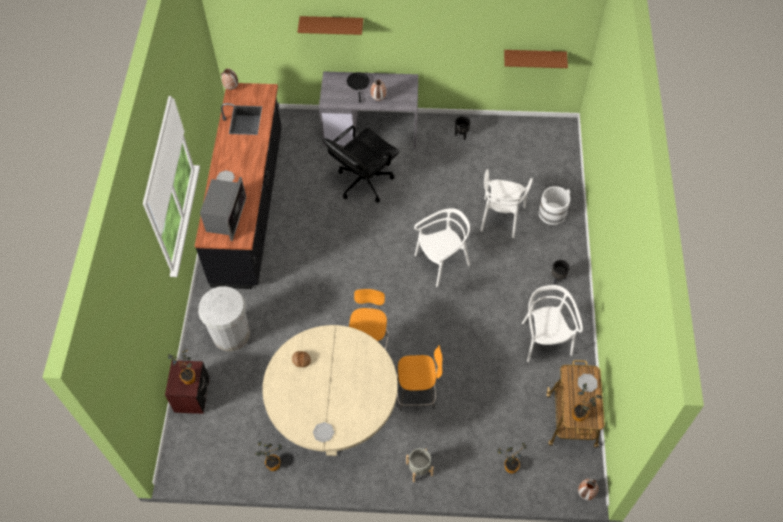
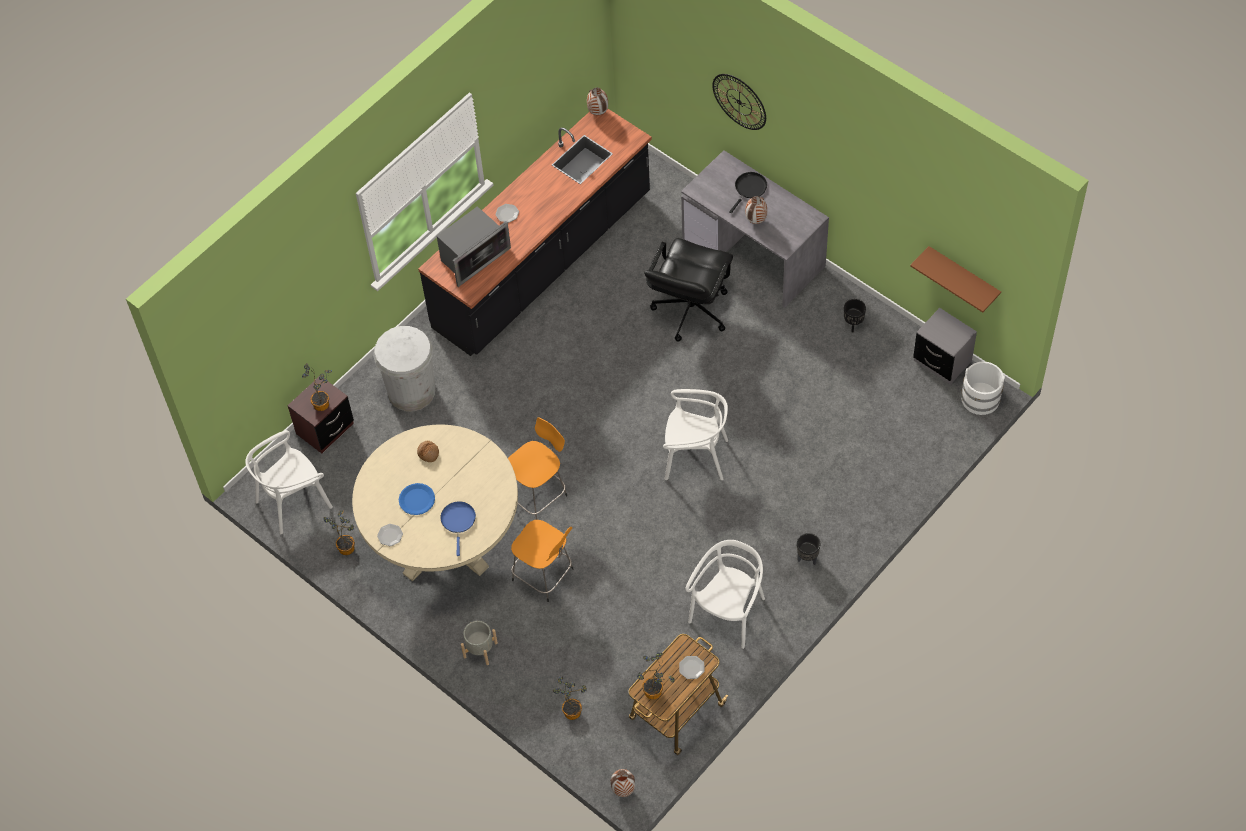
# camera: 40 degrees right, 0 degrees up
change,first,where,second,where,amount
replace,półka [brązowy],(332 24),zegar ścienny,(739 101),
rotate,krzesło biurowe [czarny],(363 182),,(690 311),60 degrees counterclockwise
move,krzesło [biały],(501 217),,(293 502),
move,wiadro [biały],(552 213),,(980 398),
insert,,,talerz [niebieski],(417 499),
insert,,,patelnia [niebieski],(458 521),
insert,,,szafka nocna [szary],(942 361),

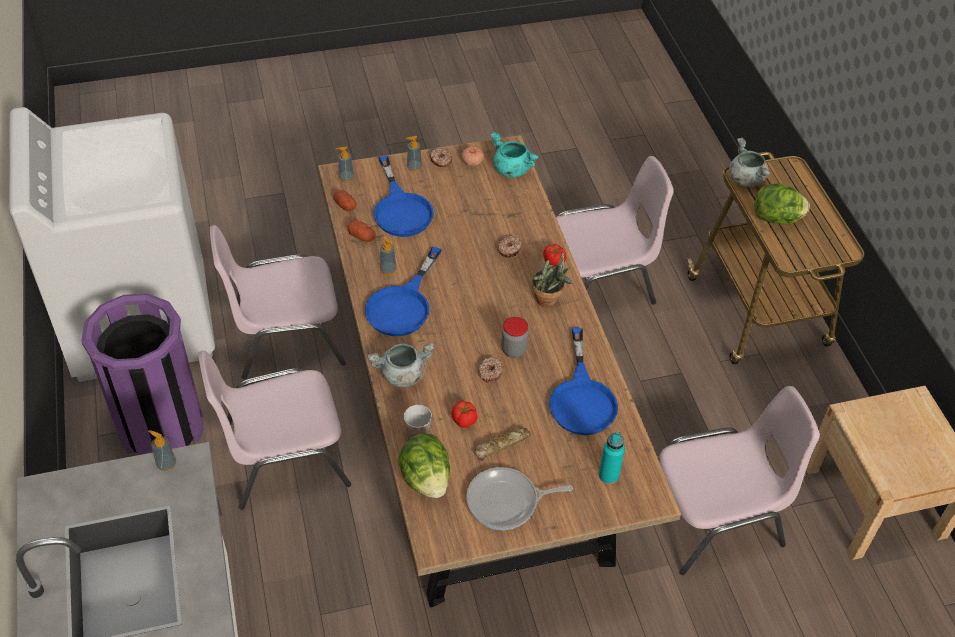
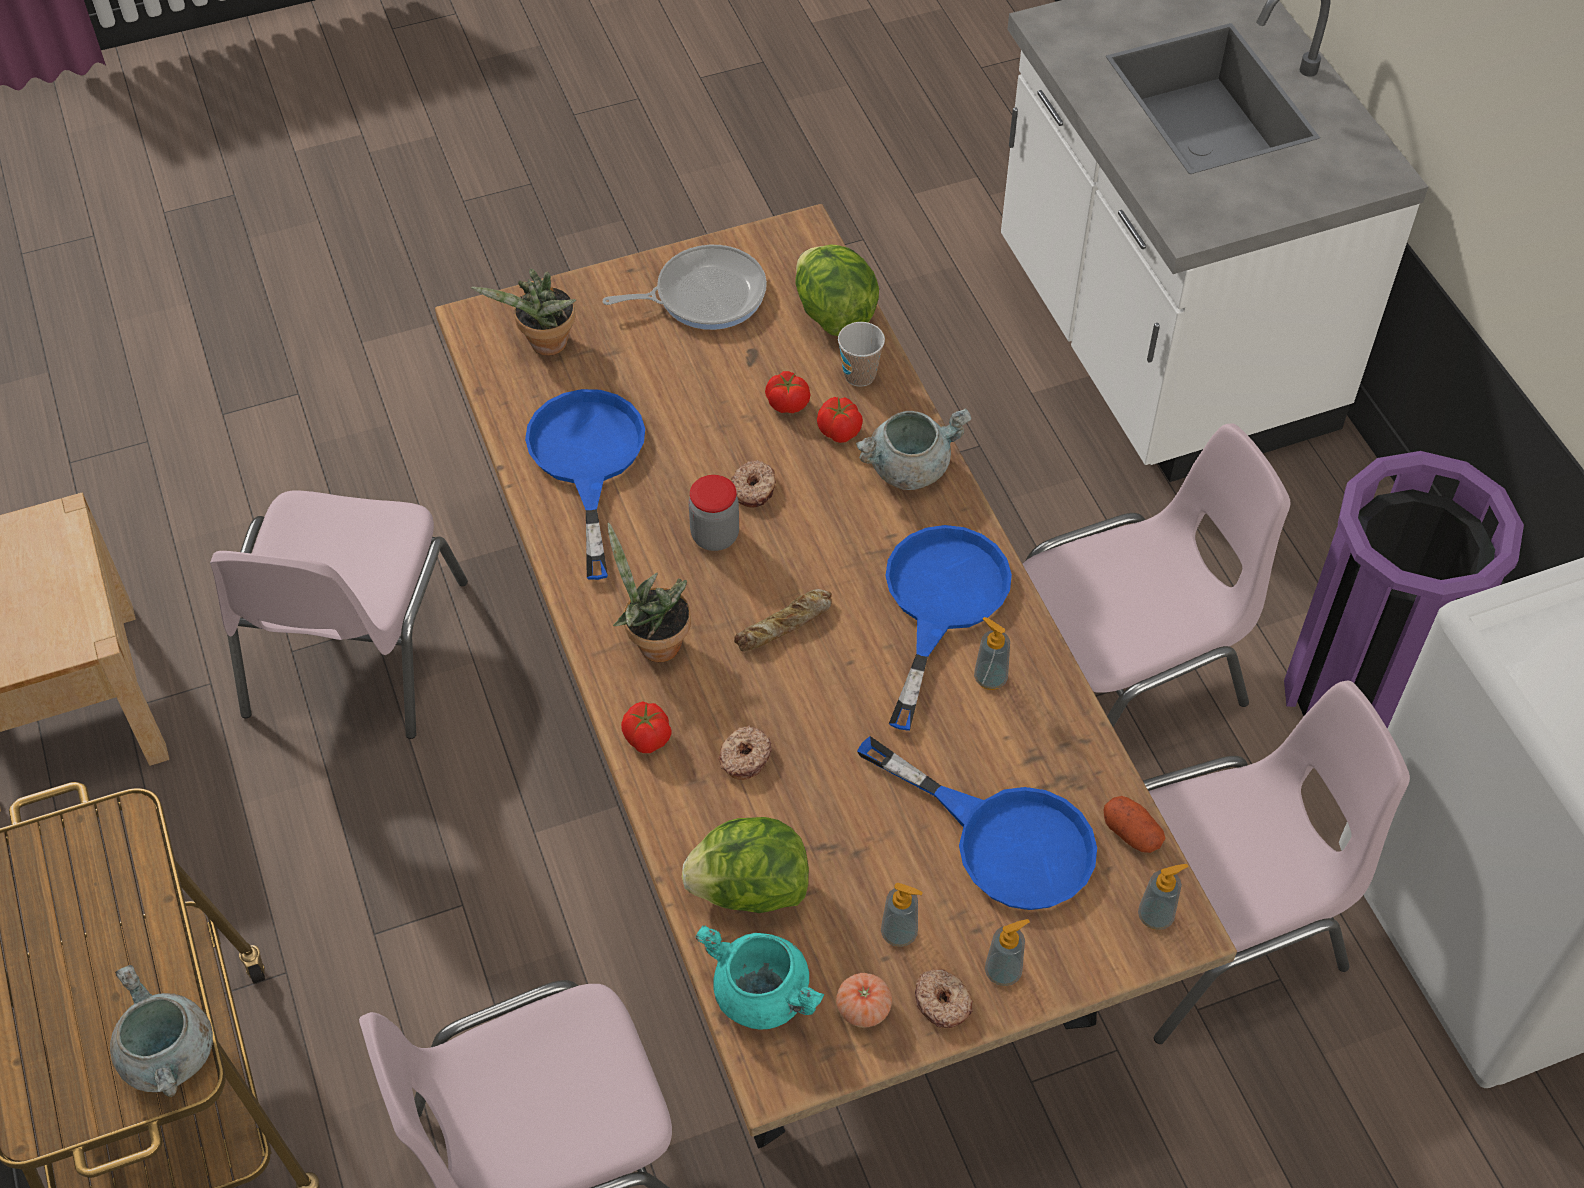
# camera: 175 degrees right, 5 degrees up
change,first,where,second,where,amount
move,dozownik mydła,(166 464),,(899 933),
delete,ziemniak,(362 236),,,
rotate,patelnia [niebieski],(401 209),,(1003 838),150 degrees clockwise
move,chleb,(501 444),,(785 625),
replace,butelka [turkusowy],(608 475),roślina doniczkowa,(545 346),
rotate,krzesło [różowy],(715 516),,(351 651),60 degrees counterclockwise
move,sałata,(777 219),,(749 889),
insert,,,pomidor,(839 432),

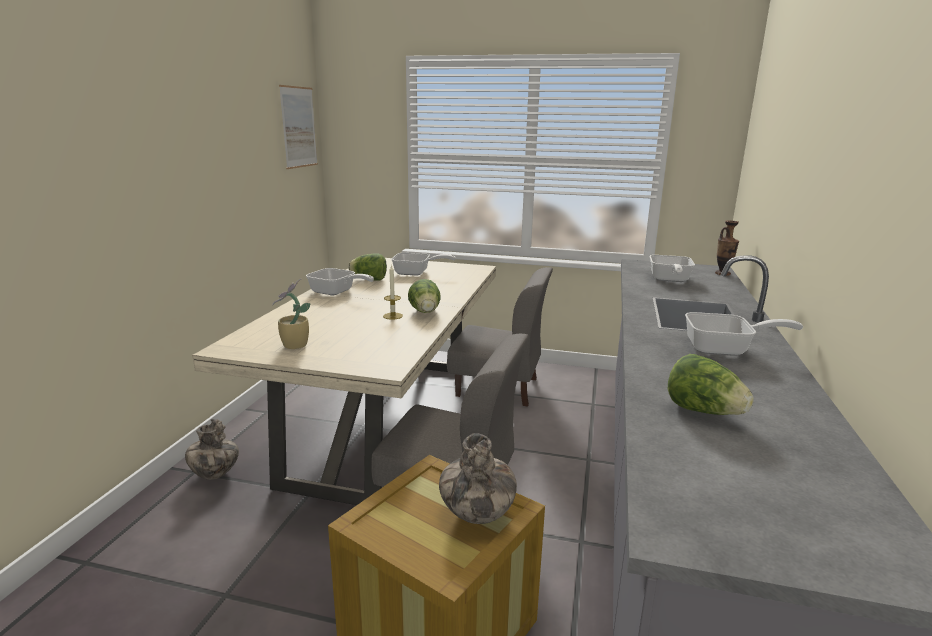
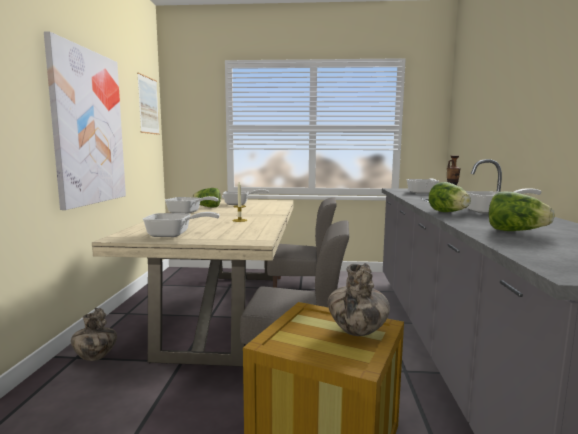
# camera: 10 degrees left, 10 degrees down
change,first,where,second,where,amount
replace,roślina doniczkowa,(294 346),patelnia,(174 235),
move,sałata,(425 312),,(448 212),
insert,,,obraz,(88 128),

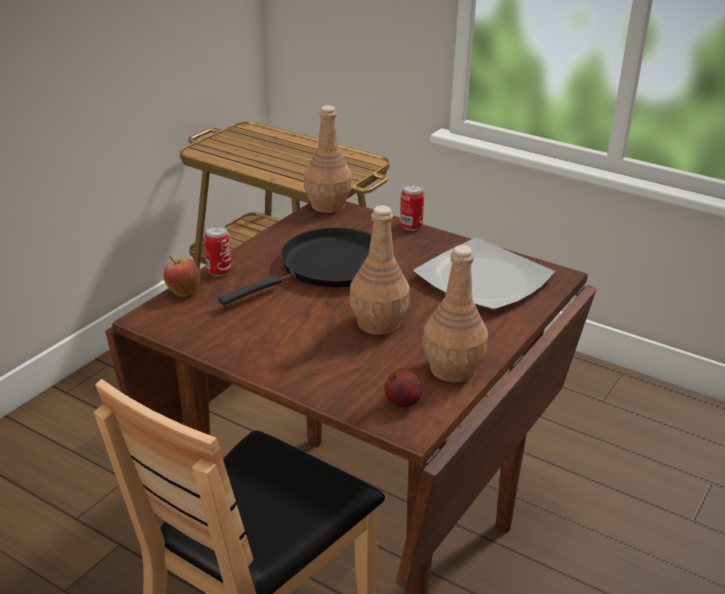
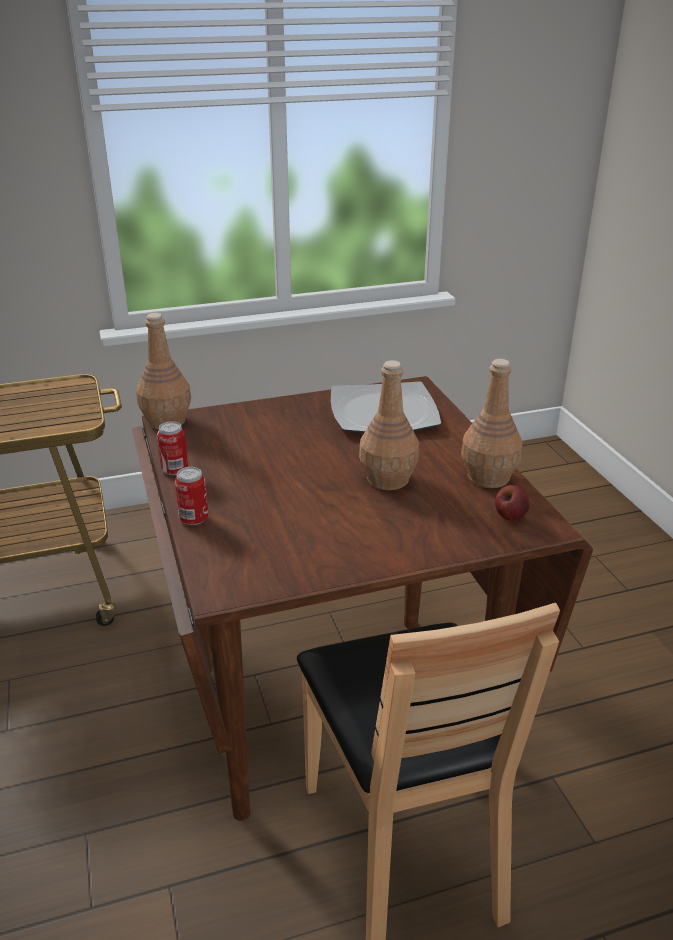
# camera: 50 degrees left, 0 degrees up
change,first,where,second,where,amount
delete,jabłko,(183 292),,,
delete,patelnia [czarny],(329 268),,,
move,puszka,(411 226),,(175 470),

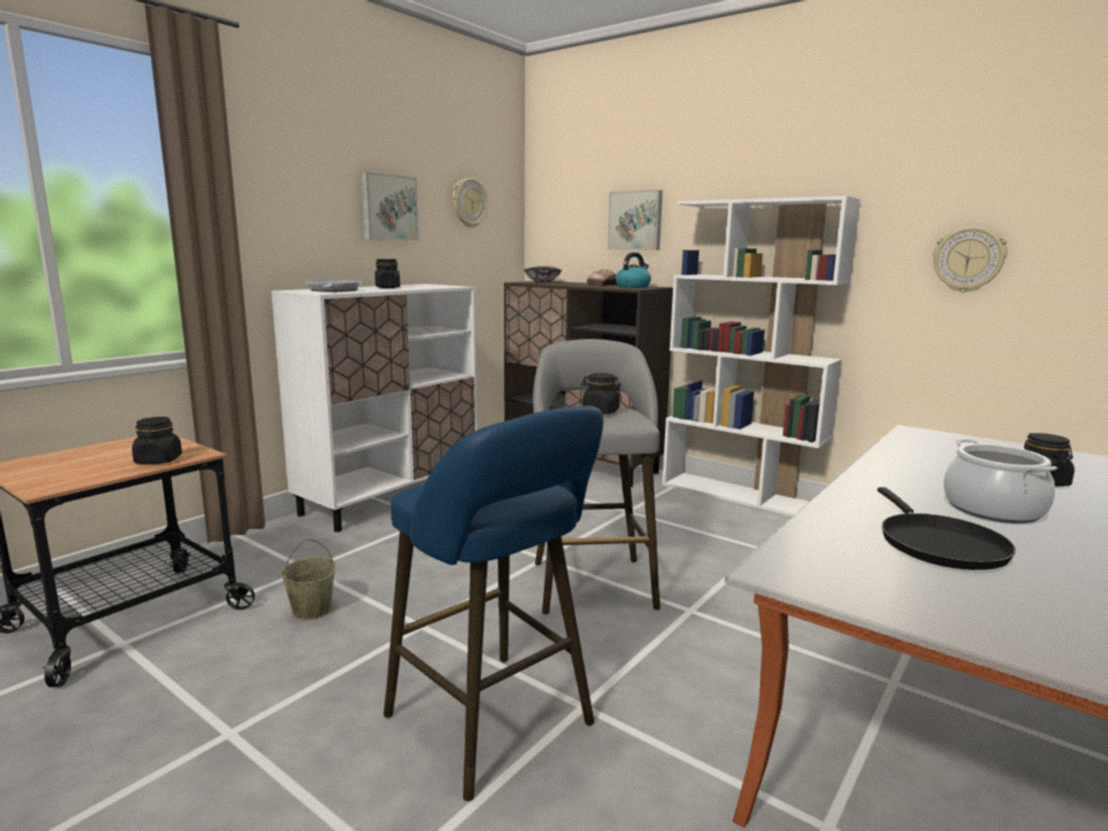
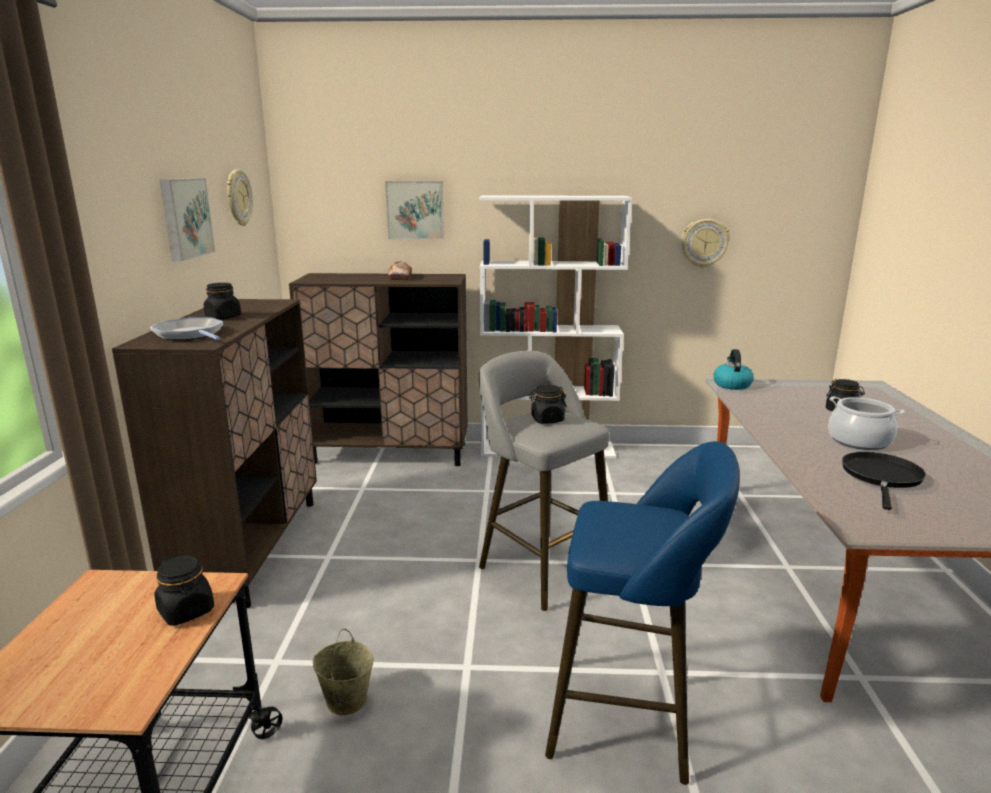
# camera: 35 degrees left, 5 degrees up
change,first,where,second,where,amount
recolor,szafka [biały],(391 497),szafka [brązowy],(251 547),
delete,miska,(543 282),,,
move,czajnik,(633 287),,(731 384),
rotate,patelnia [czarny],(937 544),,(881 477),120 degrees counterclockwise

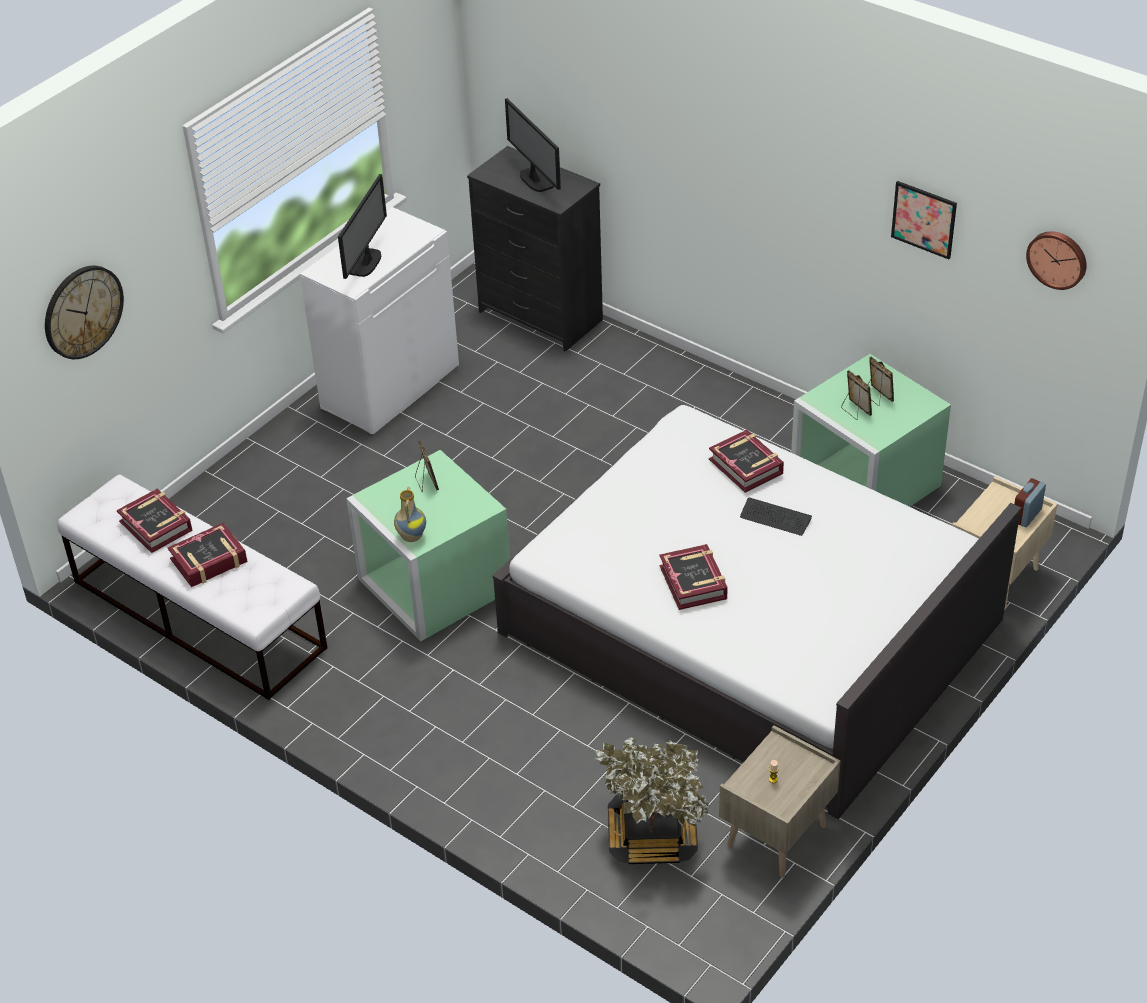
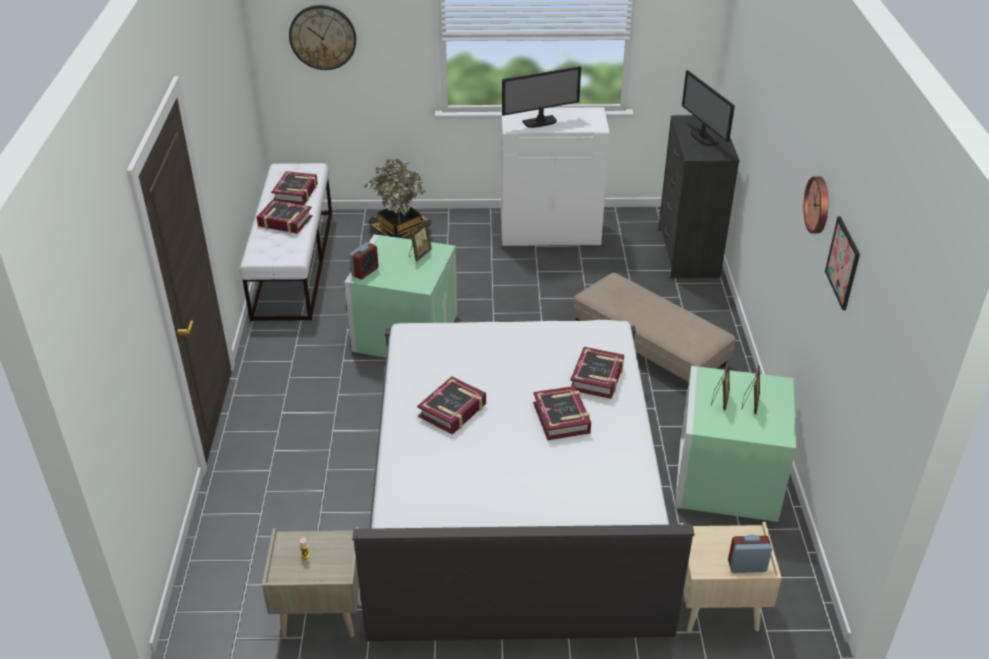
# camera: 50 degrees right, 5 degrees down
change,first,where,second,where,amount
replace,wazon,(411 536),budzik,(365 272),
rotate,monitor,(534 180),,(703 138),45 degrees counterclockwise
move,roślina doniczkowa,(652 837),,(399 230),
replace,klawiatura,(775 518),książka,(562 418),
move,zegar ścienny,(1058 258),,(819 205),
insert,,,pufa [beżowy],(649 344),

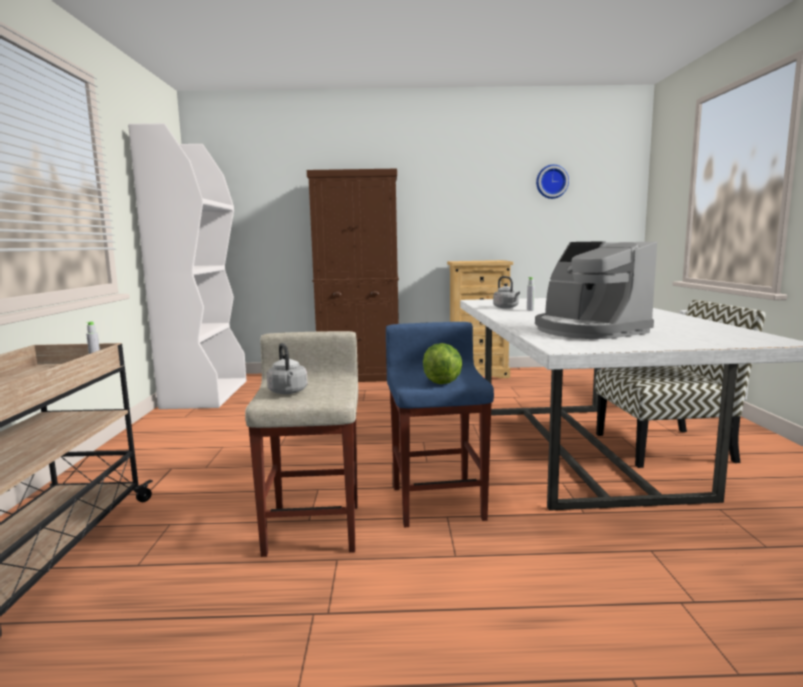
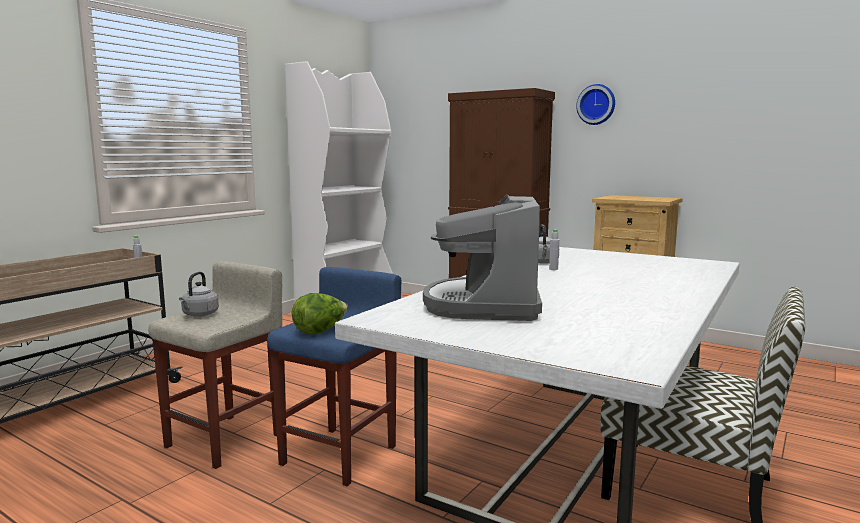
# camera: 35 degrees right, 0 degrees up
change,first,where,second,where,amount
move,zegar ścienny,(551 182),,(596 104),

